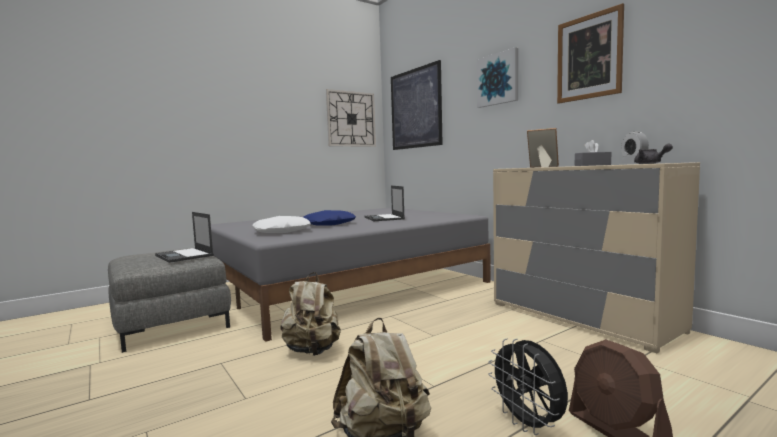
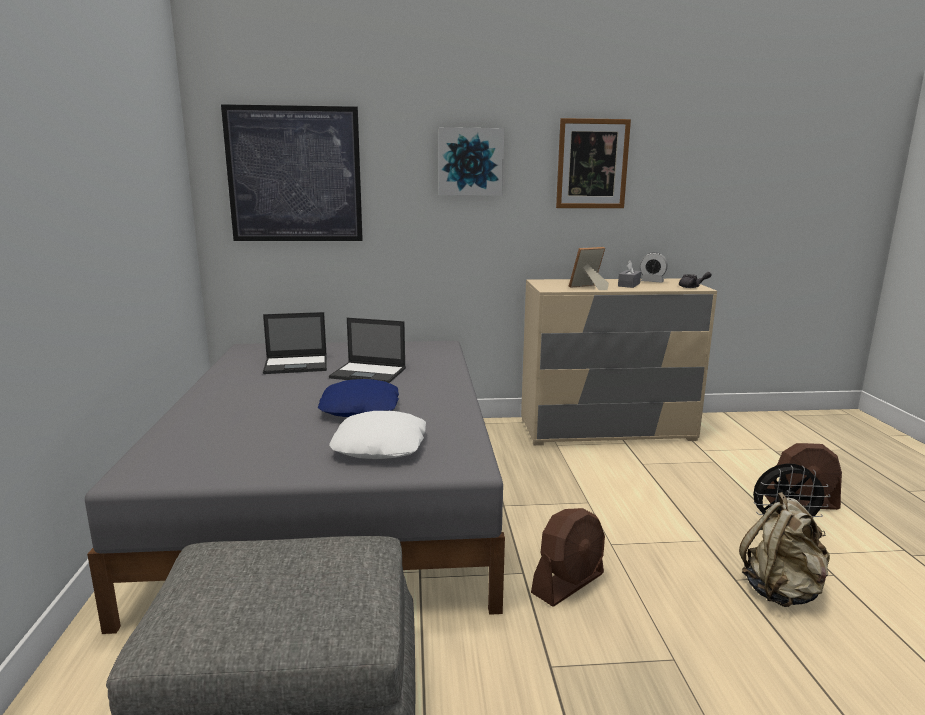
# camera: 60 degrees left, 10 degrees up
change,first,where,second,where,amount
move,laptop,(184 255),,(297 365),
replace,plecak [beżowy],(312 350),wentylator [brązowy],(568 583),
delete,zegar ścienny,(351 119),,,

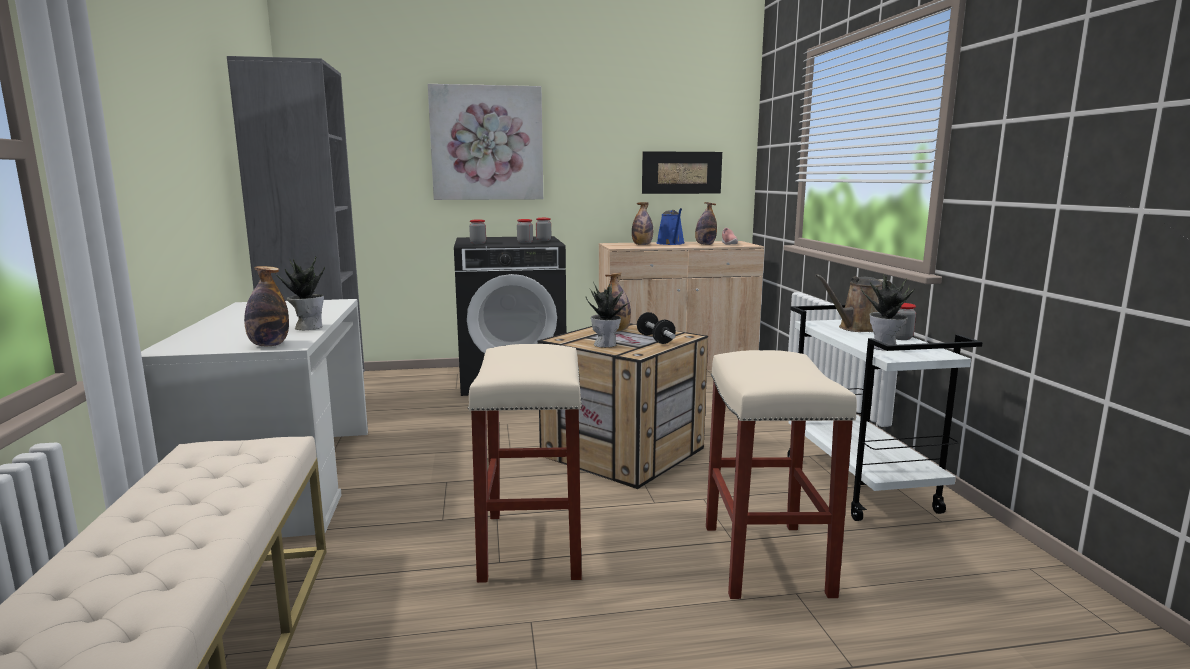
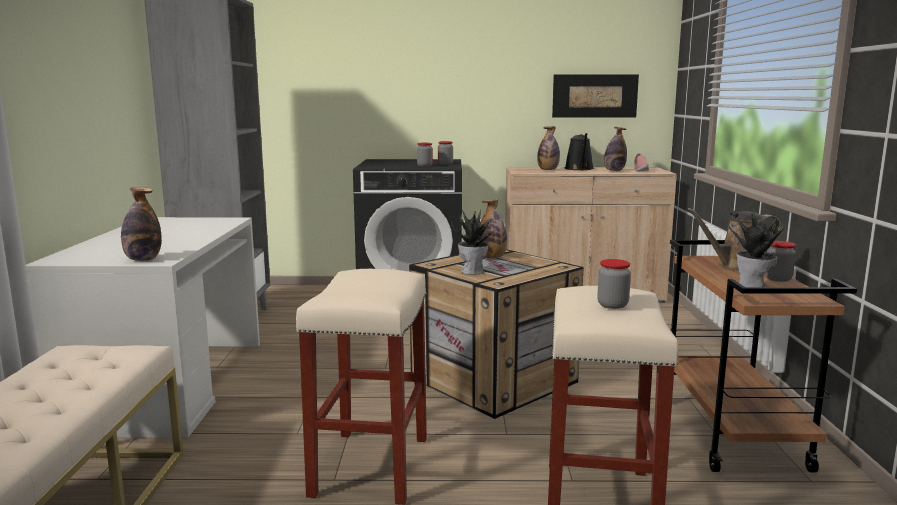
# camera: 10 degrees right, 0 degrees up
change,first,where,second,where,amount
delete,roślina doniczkowa,(308 327),,,
delete,obraz,(487 143),,,
move,słoik,(478 243),,(612 305),
delete,hantel,(655 339),,,
recolor,konewka [niebieski],(671 243),konewka [czarny],(579 169),
recolor,wózek [biały],(861 485),wózek [brązowy],(733 434),

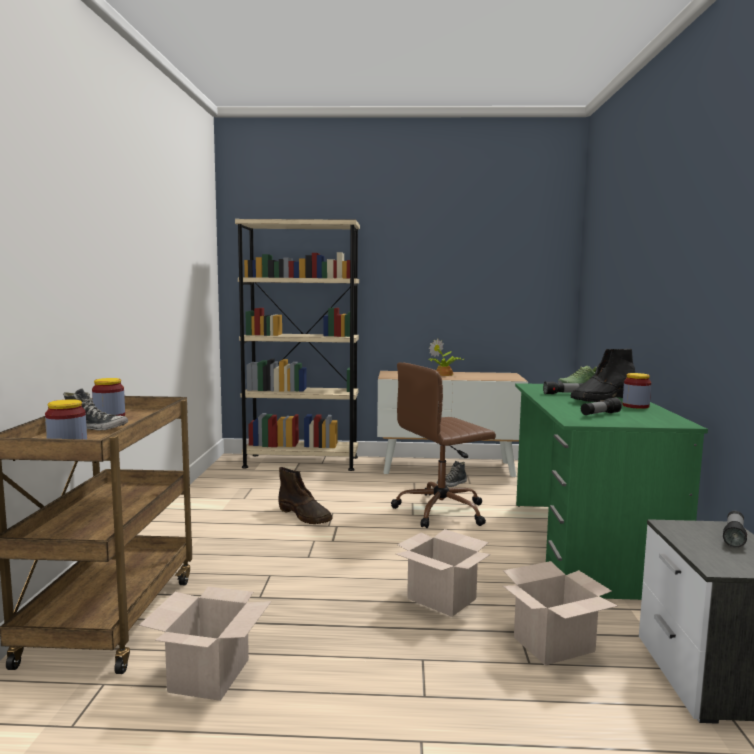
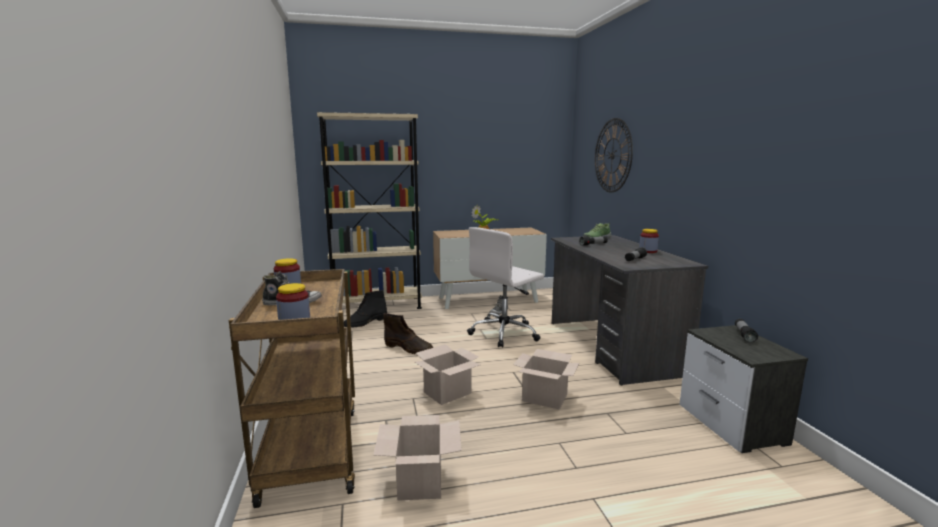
# camera: 15 degrees left, 5 degrees up
change,first,where,second,where,amount
recolor,krzesło biurowe [brązowy],(442 511),krzesło biurowe [biały],(505 333),
move,karton,(553 645),,(447 393),
recolor,biurko [zielony],(586 545),biurko [szary],(612 347),
move,but z cholewką [czarny],(603 400),,(365 323),
insert,,,zegar ścienny,(612 155),

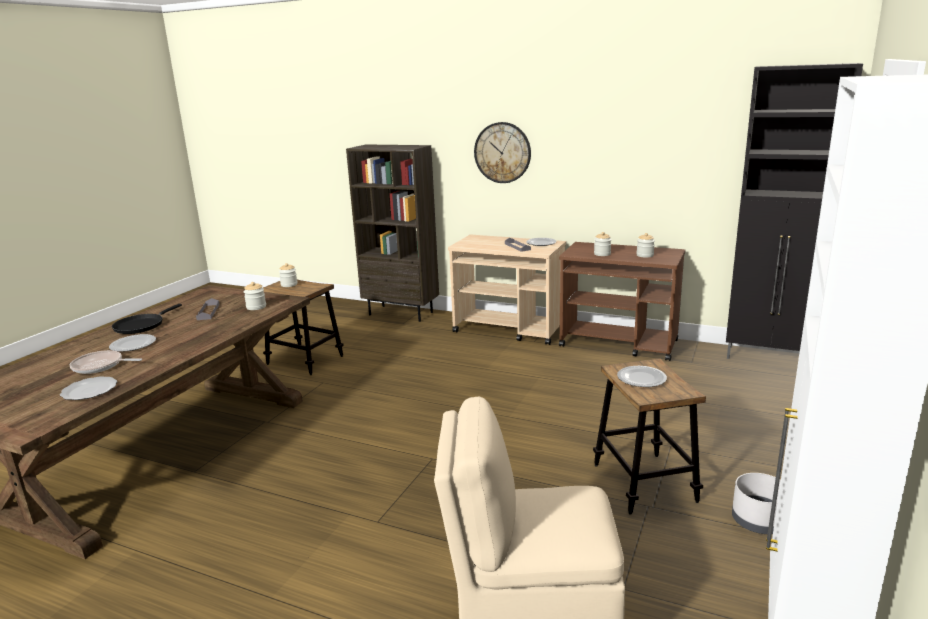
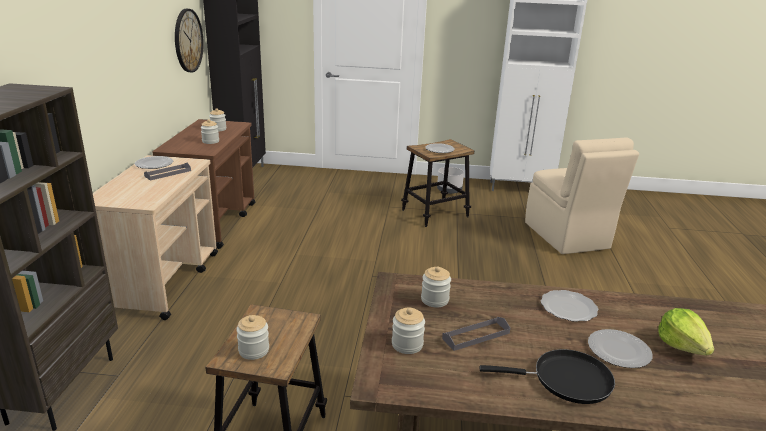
# camera: 110 degrees left, 5 degrees up
change,first,where,second,where,amount
move,talerz,(89 391),,(569 307),
replace,patelnia,(100 366),sałata,(682 345),
move,zegar ścienny,(502 152),,(188 40),
insert,,,słoik,(407 344),

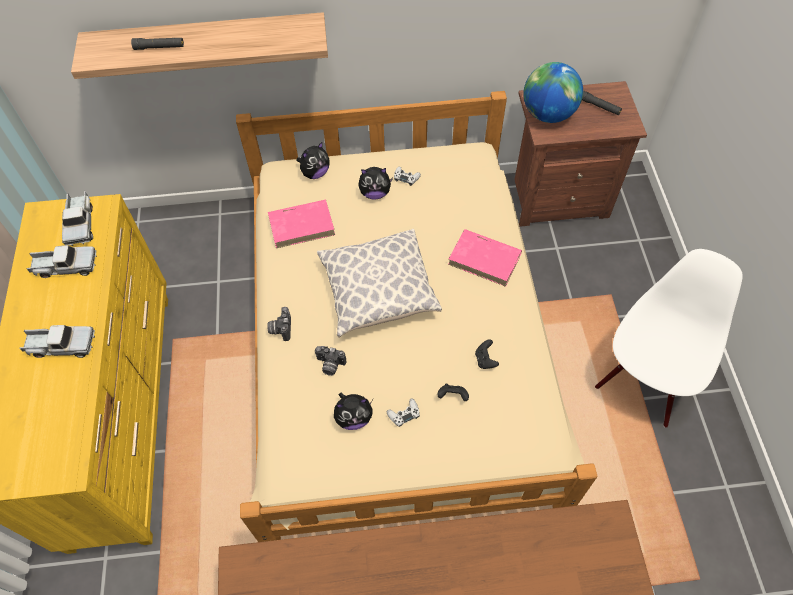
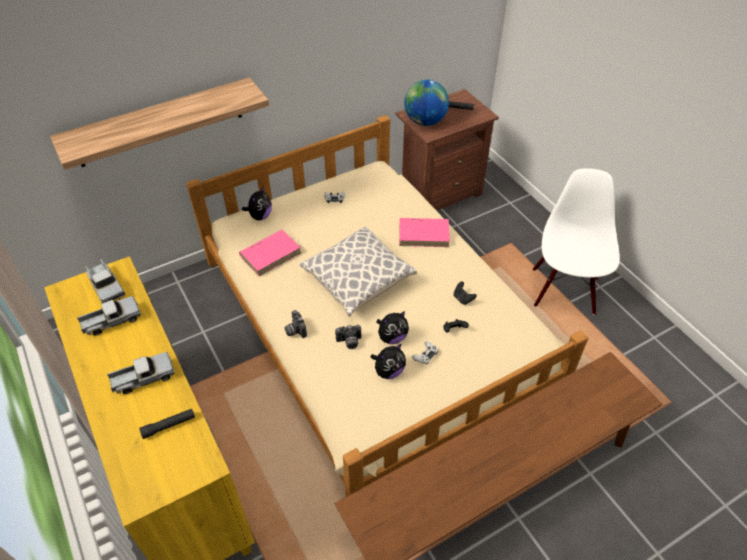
# camera: 25 degrees left, 10 degrees down
change,first,where,second,where,amount
move,latarka [czarny],(159 47),,(169 425),
move,pluszak,(375 193),,(392 337),

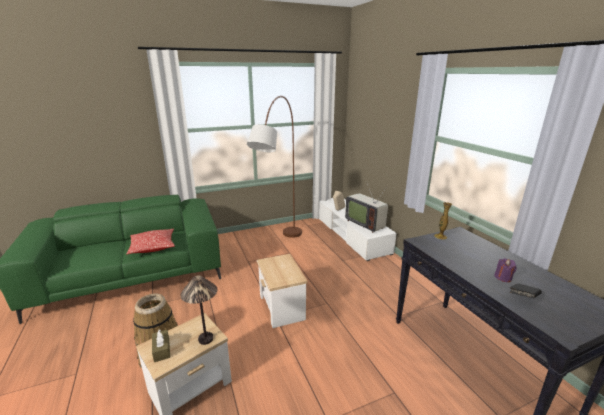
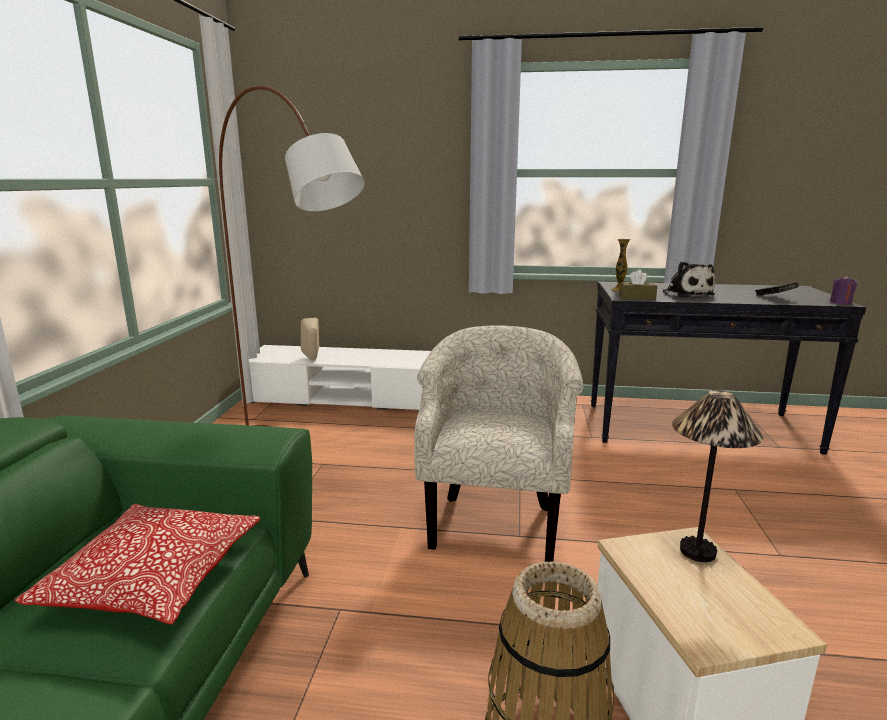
# camera: 60 degrees left, 5 degrees down
change,first,where,second,where,amount
move,pudełko chusteczek [brązowy],(161 350),,(637 298),
replace,stolik,(281 307),fotel [beżowy],(495 522),
delete,telewizor,(365 224),,,
move,świeca [fioletowy],(503 278),,(840 302),
insert,,,pluszak,(686 294),

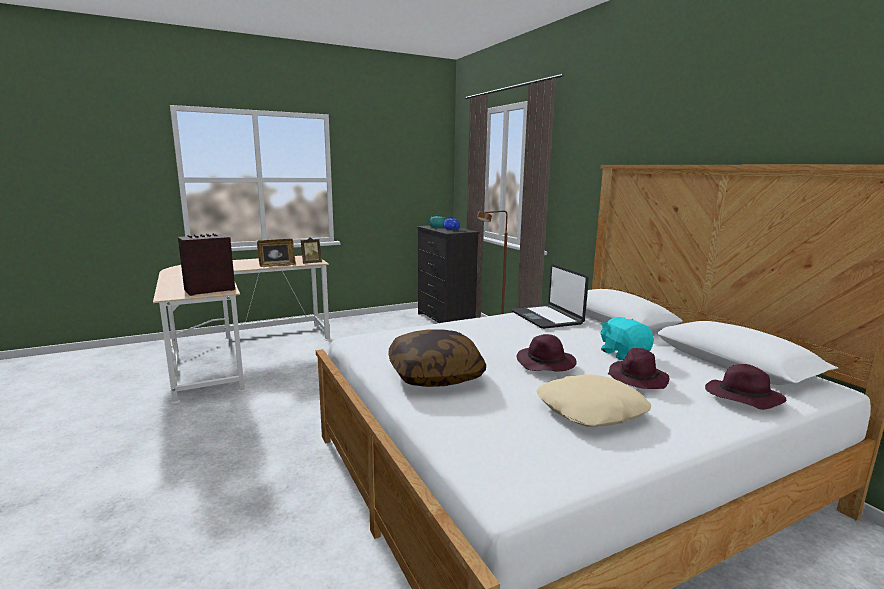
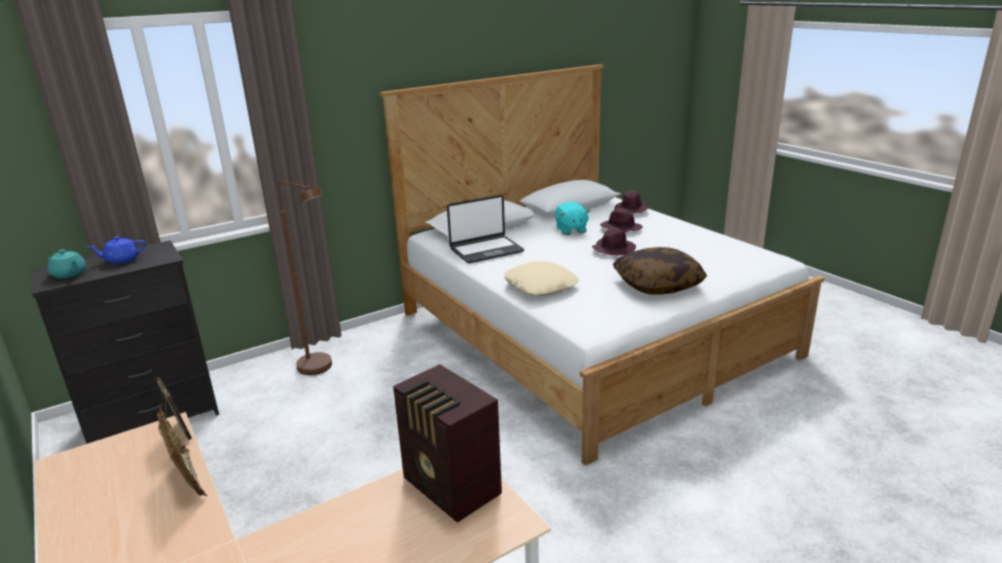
# camera: 95 degrees left, 10 degrees up
change,first,where,second,where,amount
move,poduszka [beżowy],(591 410),,(541 286),
rotate,pluszak [turkusowy],(624 354),,(571 230),75 degrees counterclockwise

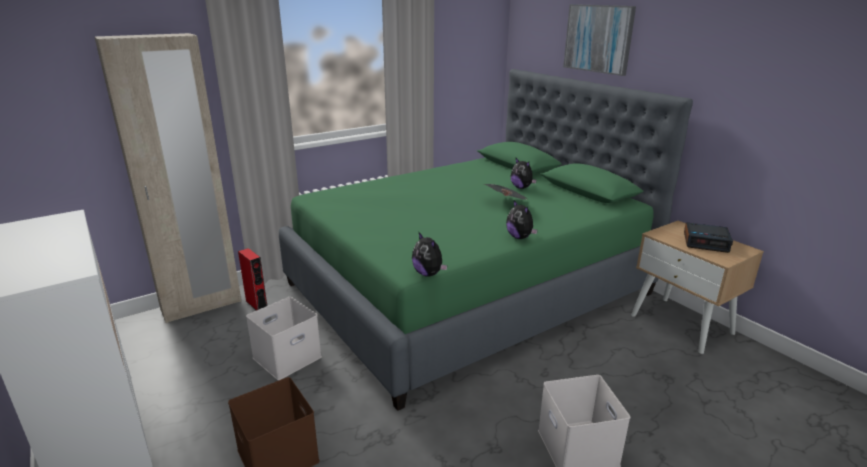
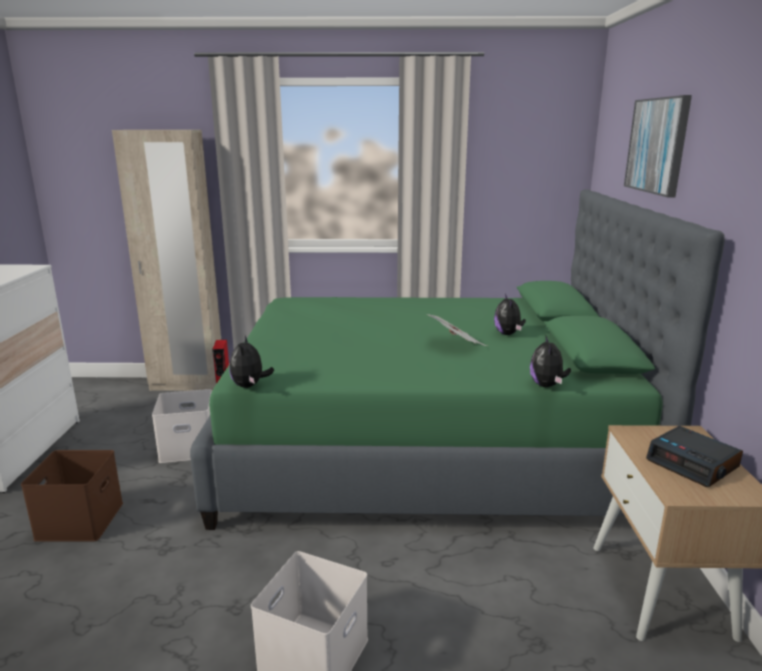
# camera: 35 degrees right, 5 degrees down
change,first,where,second,where,amount
move,pluszak,(520 237),,(547 385),

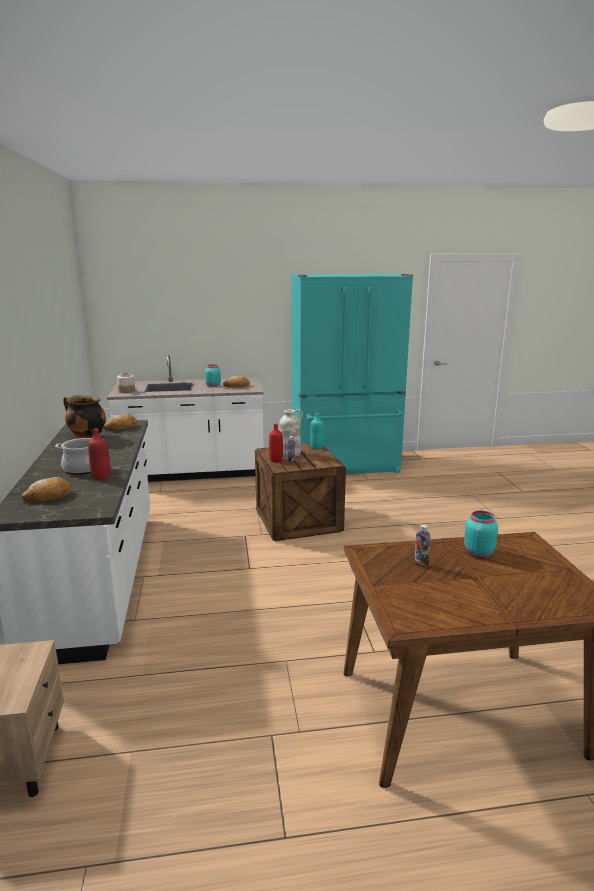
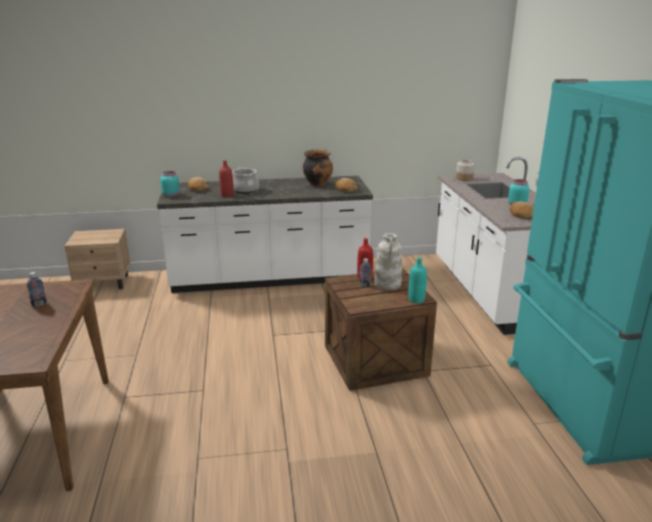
# camera: 90 degrees right, 5 degrees up
change,first,where,second,where,amount
move,słoik [turkusowy],(477 552),,(171 195),

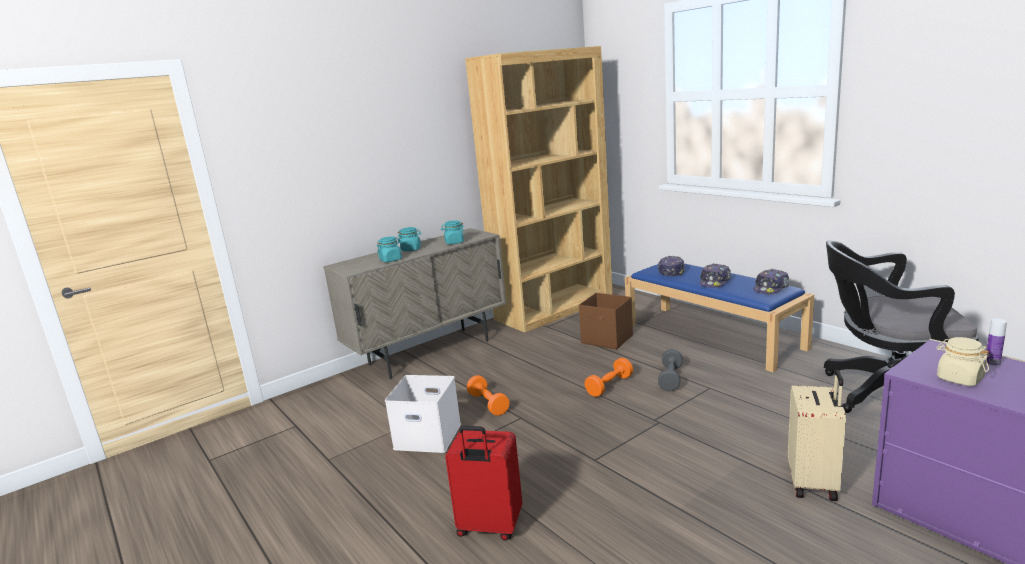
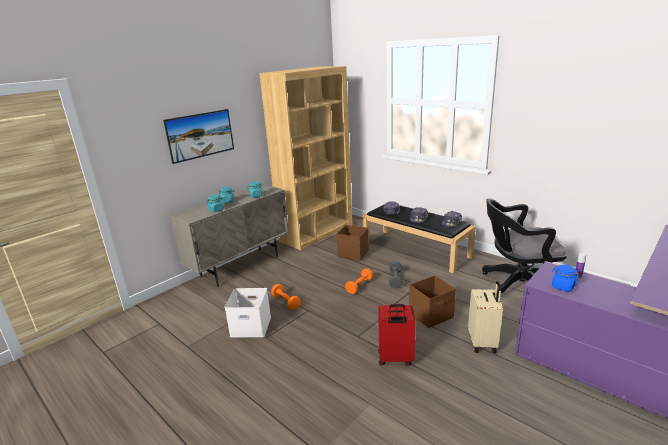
# camera: 10 degrees left, 5 degrees up
change,first,where,second,where,amount
move,walizka [czerwony],(489 527),,(395 359),
recolor,ławka [niebieski],(713 336),ławka [czarny],(416 250),
recolor,słoik [beżowy],(959 378),słoik [niebieski],(562 287),
insert,,,obraz,(202 145),
insert,,,pojemnik do przechowywania [brązowy],(431 315),

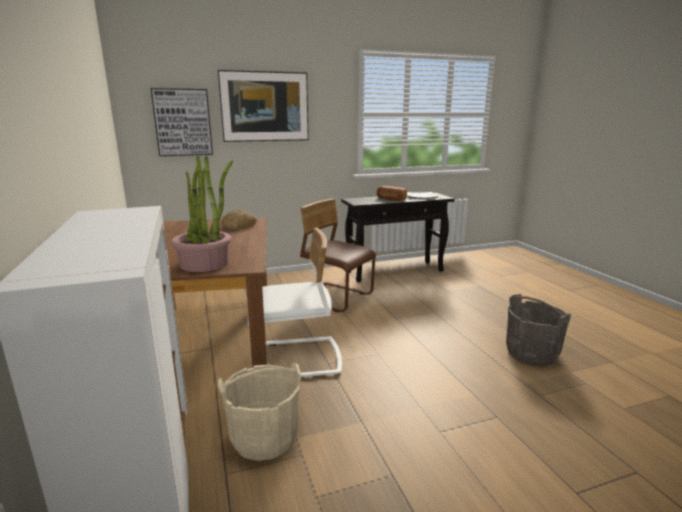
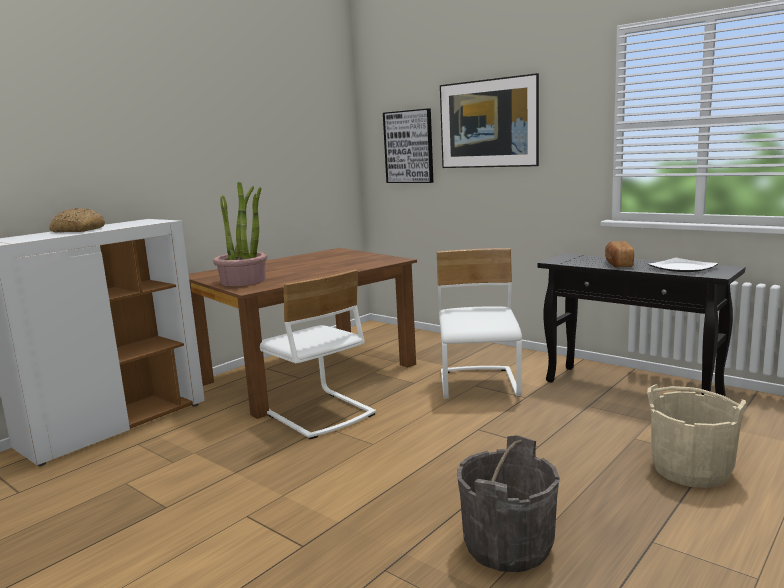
# camera: 60 degrees right, 5 degrees down
change,first,where,second,where,amount
move,wiadro [beżowy],(264 437),,(691 470),
move,chleb,(238 226),,(77 230),
recolor,krzesło [brązowy],(335 298),krzesło [biały],(479 385),

